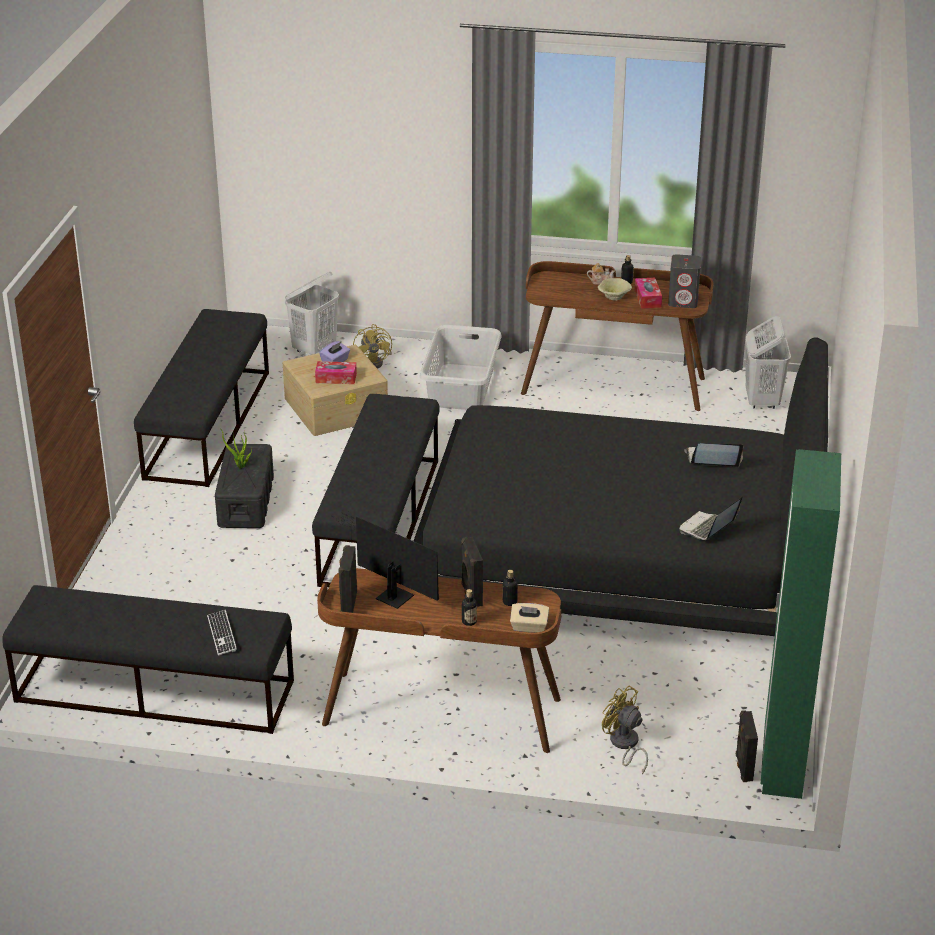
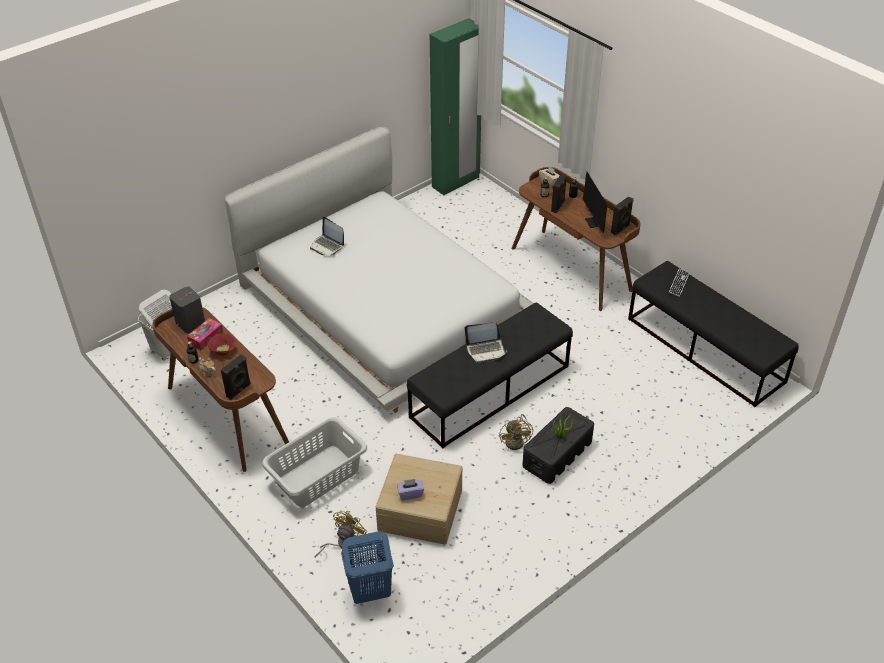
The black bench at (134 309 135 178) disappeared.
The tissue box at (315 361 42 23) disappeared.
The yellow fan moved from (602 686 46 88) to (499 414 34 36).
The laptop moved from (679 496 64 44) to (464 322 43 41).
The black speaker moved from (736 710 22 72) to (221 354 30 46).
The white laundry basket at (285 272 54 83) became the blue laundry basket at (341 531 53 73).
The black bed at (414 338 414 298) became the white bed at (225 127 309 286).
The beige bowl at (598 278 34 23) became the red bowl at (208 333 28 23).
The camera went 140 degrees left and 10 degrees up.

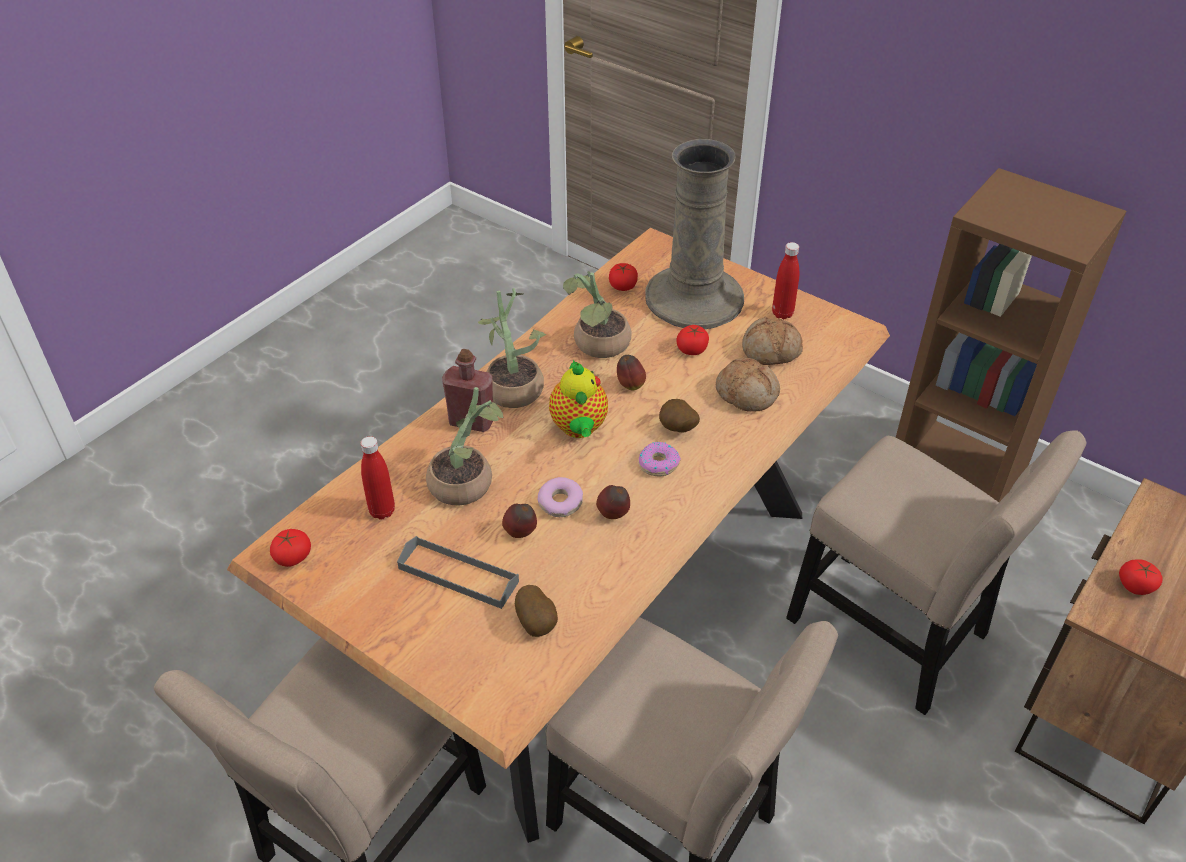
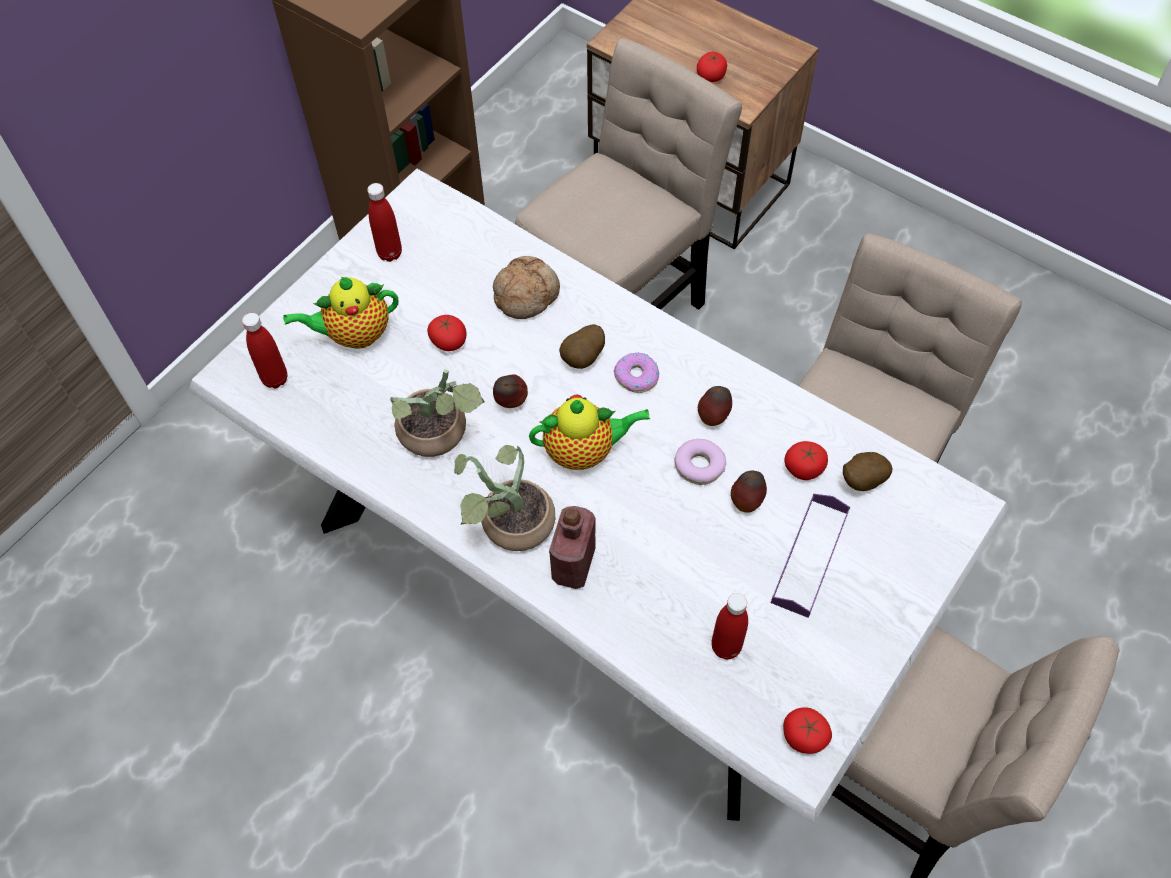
The potted plant at (426 387 78 118) disappeared.
The bread at (742 316 61 49) disappeared.
The red bottle at (242 313 46 75) appeared.
The tomato moved from (609 263 29 28) to (785 441 43 39).
The beige vase at (645 139 99 190) was replaced by the teapot at (283 277 115 72).
The brown dining table at (227 228 663 615) became the white dining table at (188 169 821 654).
The grey tray at (397 536 122 73) became the purple tray at (771 494 79 124).
The camera went 90 degrees left and 15 degrees up.

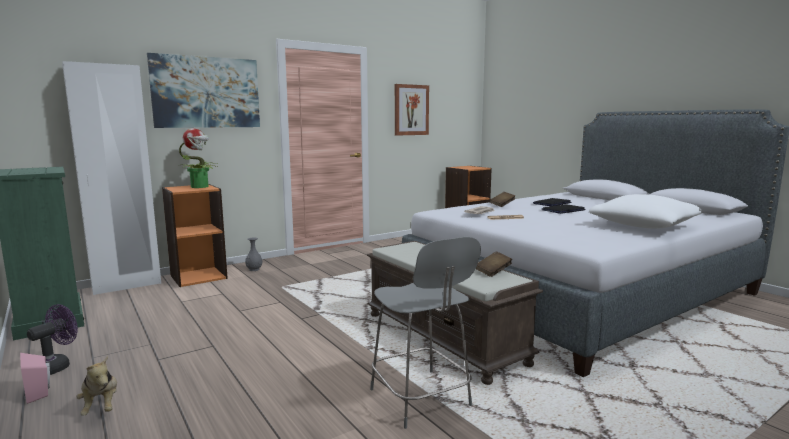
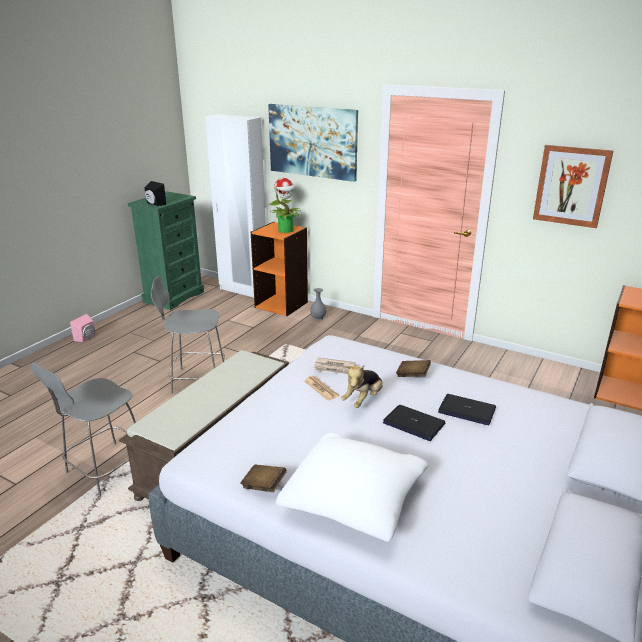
The purple fan at (27 304 51 71) disappeared.
The black speaker at (144 181 22 25) appeared.
The grey chair at (151 276 75 118) appeared.
The plush toy moved from (77 356 40 60) to (341 365 42 43).
The brown book moved from (476 251 36 26) to (240 465 47 27).
The camera went 65 degrees right and 15 degrees up.

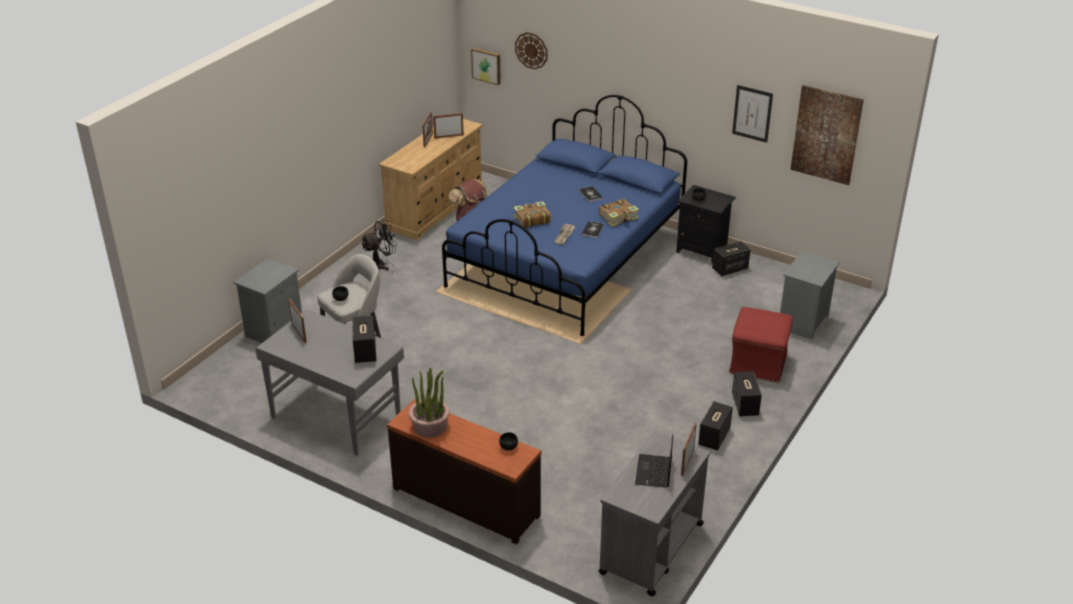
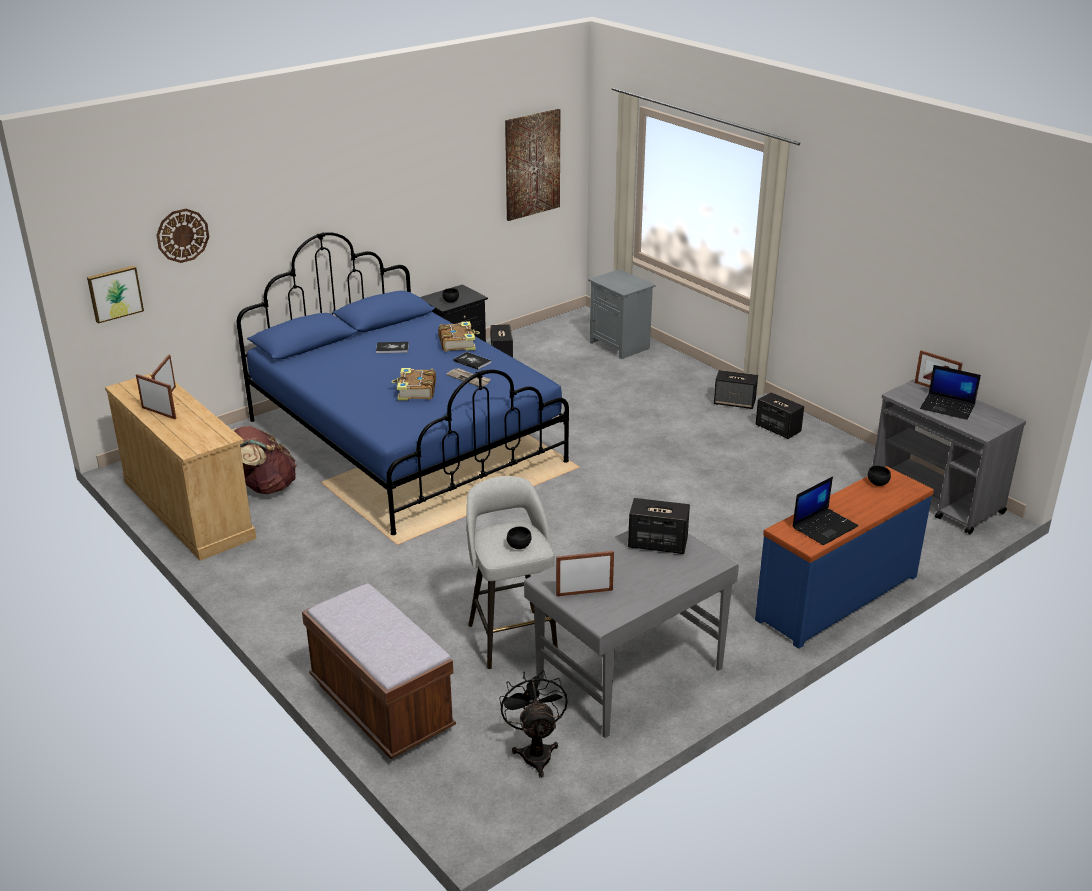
The red ottoman at (729 307 64 76) disappeared.
The picture at (732 85 41 58) disappeared.
The black fan moved from (362 220 35 51) to (499 670 69 108).
The grey nightstand at (233 258 69 85) was replaced by the brown bench at (302 583 154 176).
The potted plant at (409 368 41 69) was replaced by the laptop at (793 477 65 68).
The brown dresser at (387 399 154 145) became the blue dresser at (755 466 179 183).
The camera went 70 degrees left and 5 degrees down.

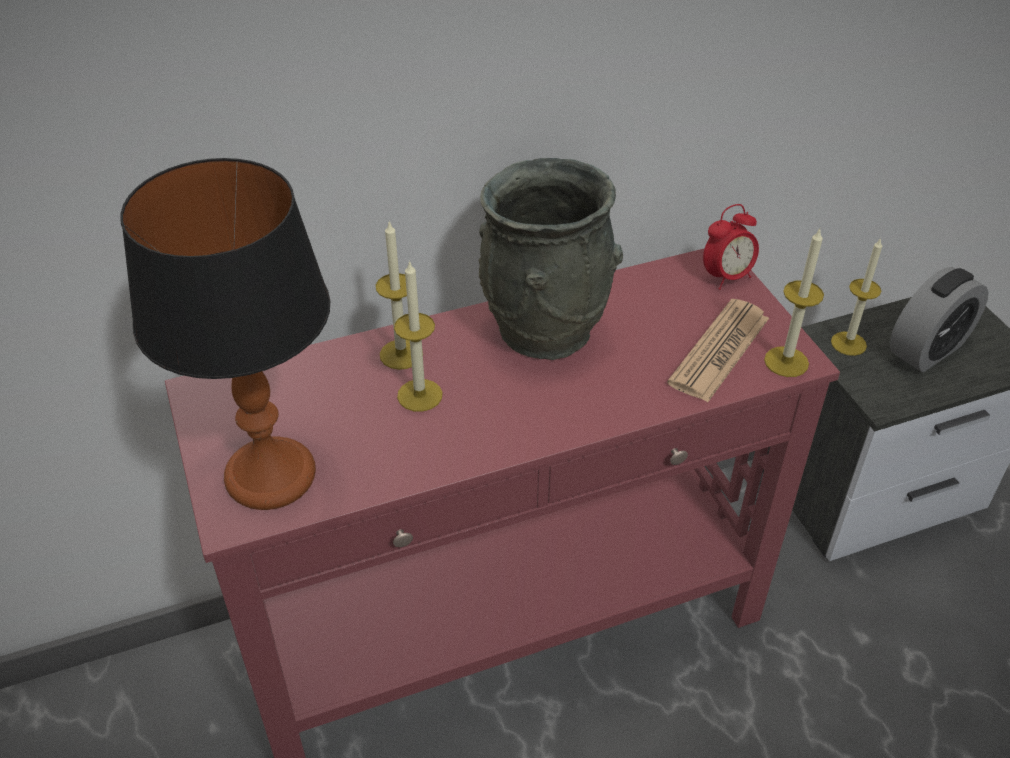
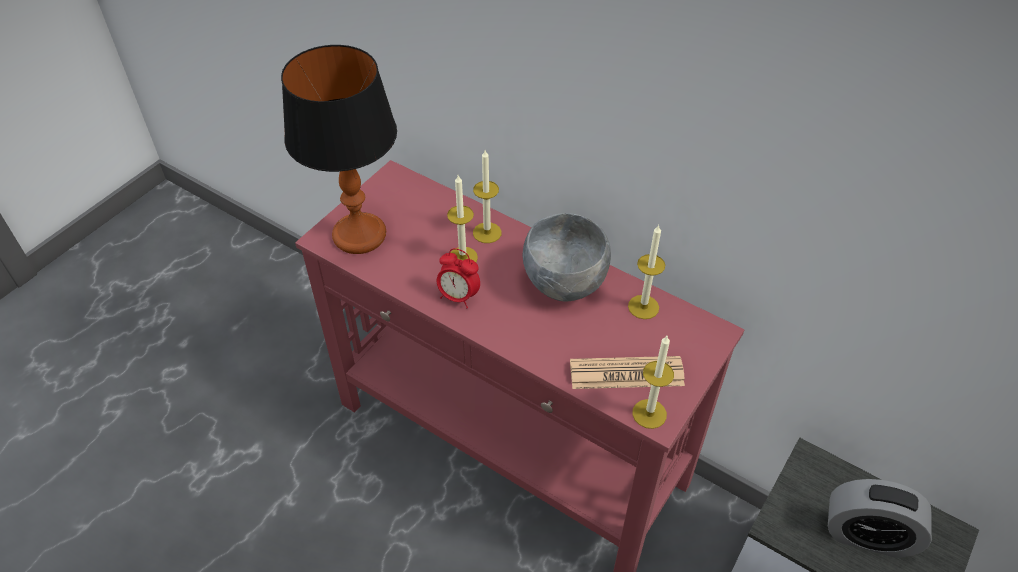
The alarm clock moved from (703 204 56 86) to (437 248 43 60).
The candle moved from (831 238 51 118) to (628 225 37 94).
The grey vase at (478 158 145 202) was replaced by the grey bowl at (523 213 88 88).
The camera went 55 degrees right and 5 degrees up.

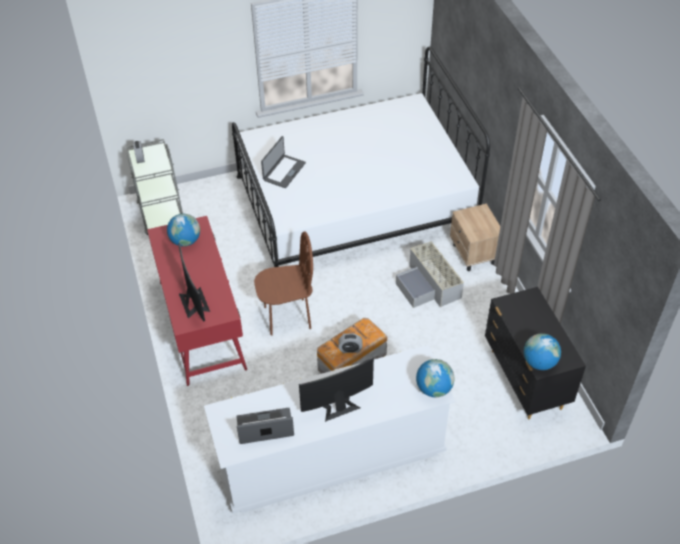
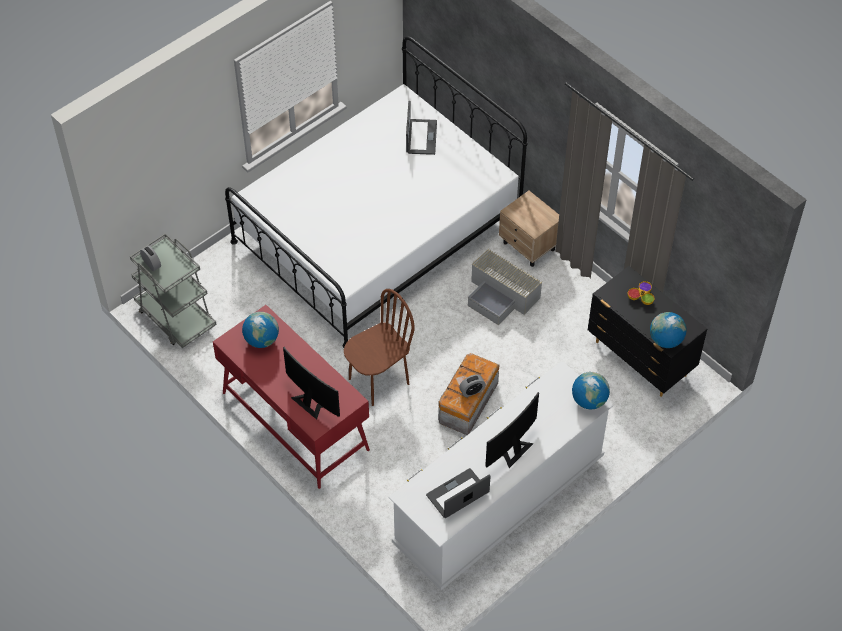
The bowl at (628 281 26 24) appeared.
The laptop moved from (261 136 45 52) to (406 101 31 54).
The camera went 25 degrees left and 5 degrees up.

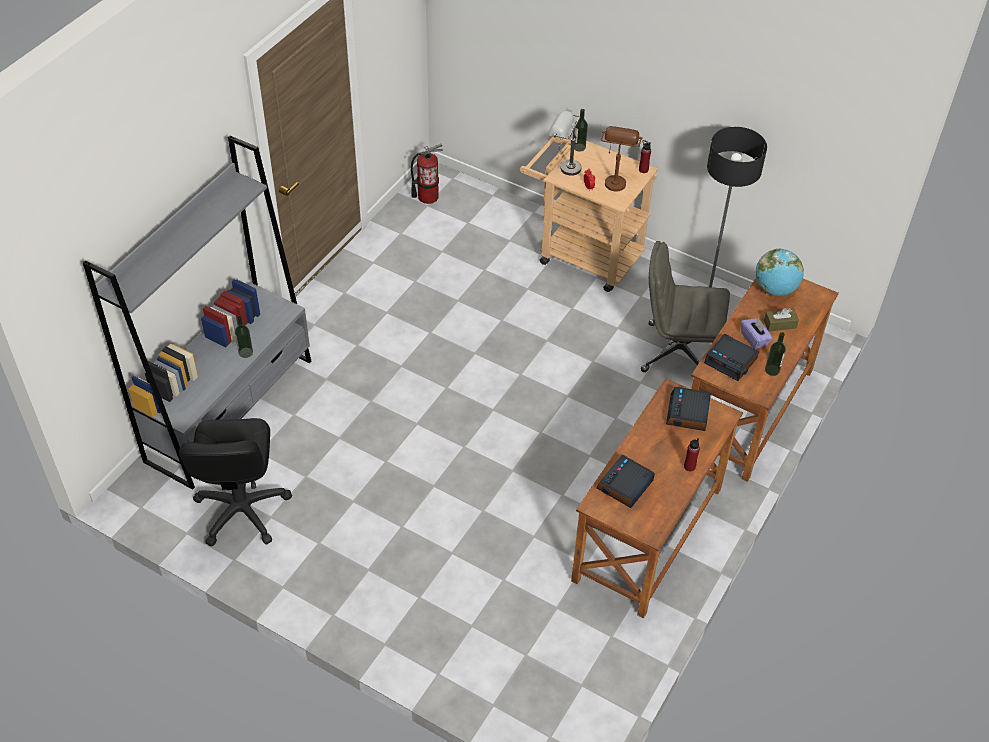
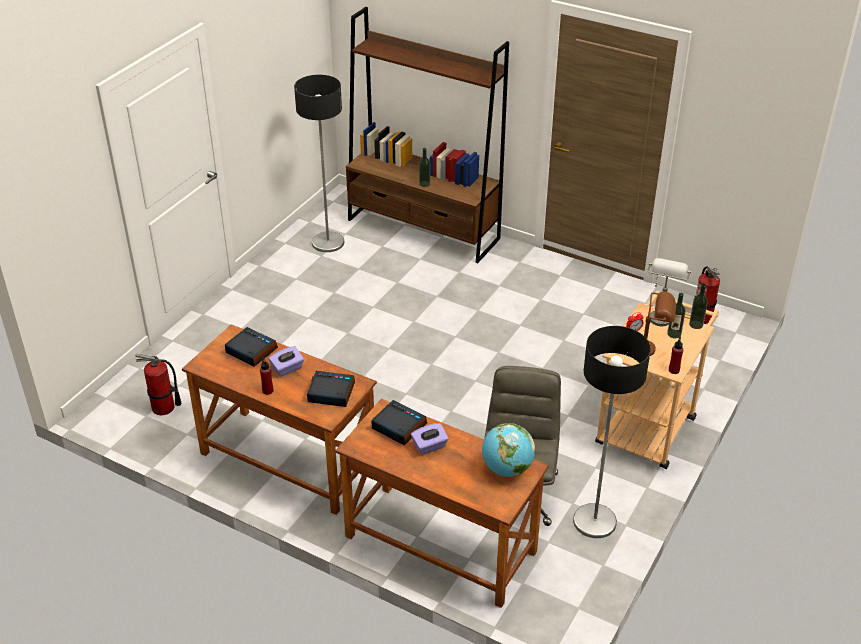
The brown tissue box at (764 308 35 23) disappeared.
The fire extinguisher at (136 354 46 61) appeared.
The purple tissue box at (269 346 35 31) appeared.
The bottle moved from (765 332 21 44) to (667 293 19 45).
The black office chair at (179 418 113 128) was replaced by the floor lamp at (294 75 50 177).
The grey bookcase at (83 136 229 354) became the brown bookcase at (346 7 163 256).
The alarm clock at (704 334 55 47) turned 90 degrees clockwise.
The camera went 90 degrees right and 10 degrees down.

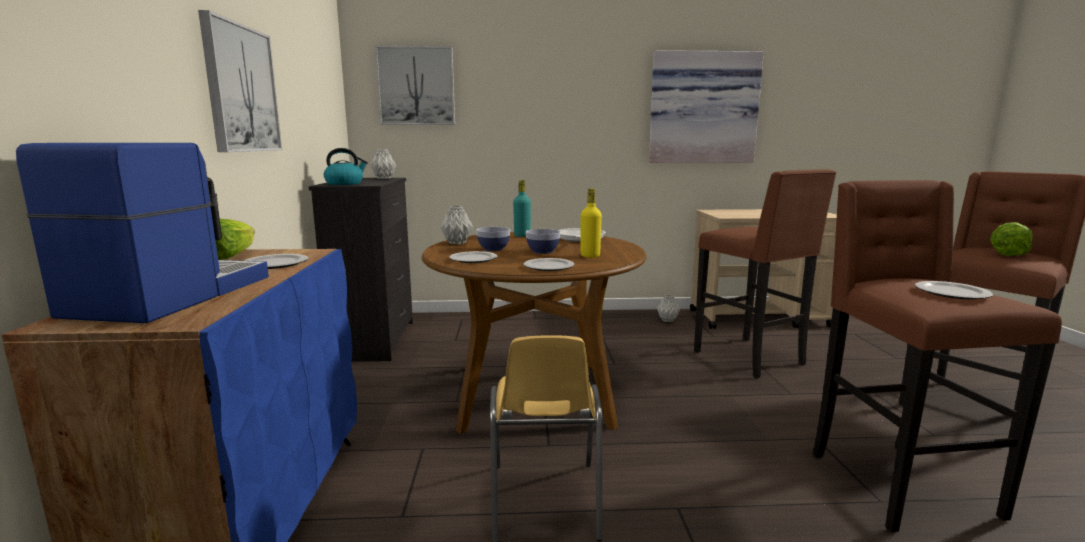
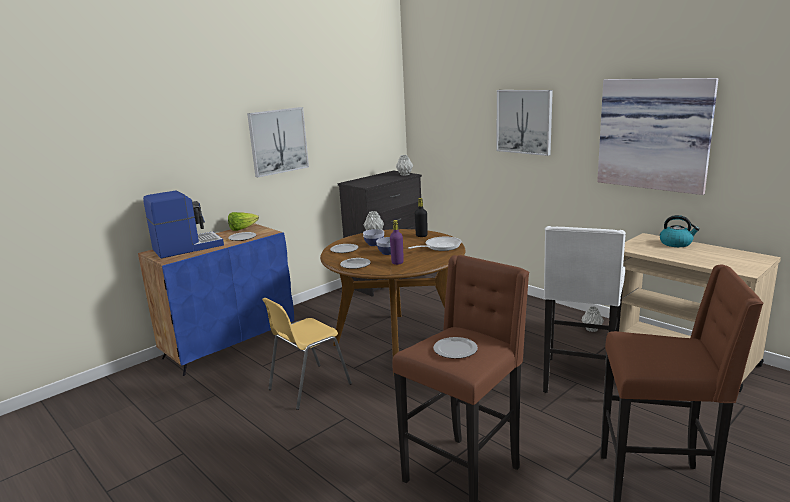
The lettuce at (990 222 43 34) disappeared.
The kettle moved from (324 148 44 37) to (660 215 40 32).
The picture moved from (375 46 80 79) to (497 90 56 66).
The turquoise bottle at (513 180 18 57) became the black bottle at (415 198 13 39).
The yellow bottle at (581 188 21 70) became the purple bottle at (390 220 14 45).
The brown stool at (694 169 143 210) became the white stool at (543 226 83 167).
The camera went 50 degrees right and 5 degrees up.

